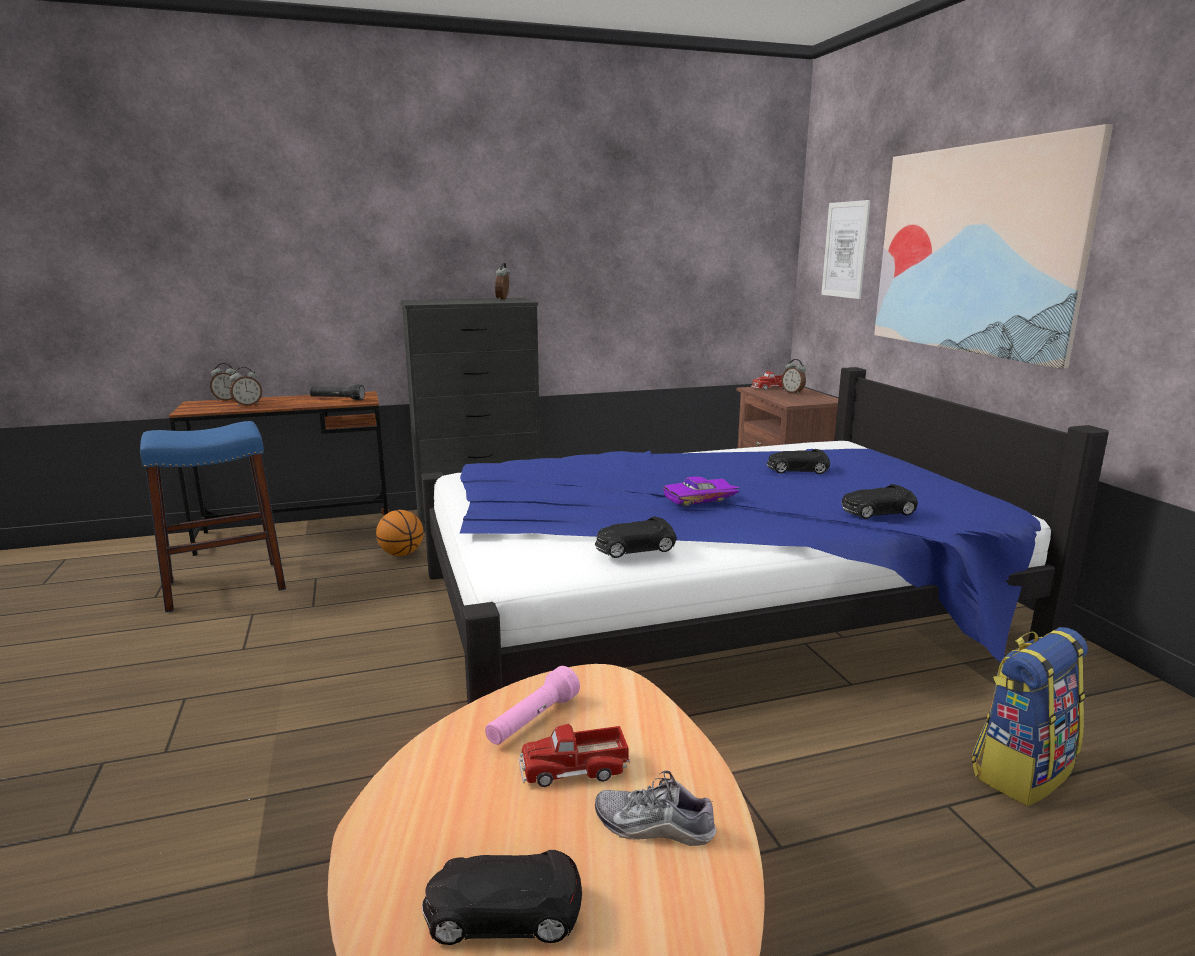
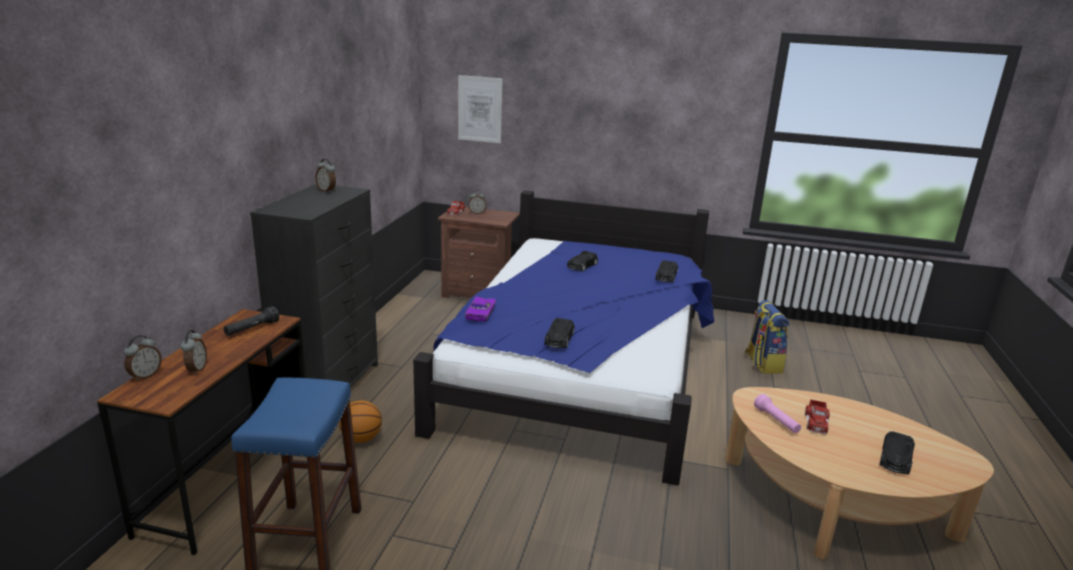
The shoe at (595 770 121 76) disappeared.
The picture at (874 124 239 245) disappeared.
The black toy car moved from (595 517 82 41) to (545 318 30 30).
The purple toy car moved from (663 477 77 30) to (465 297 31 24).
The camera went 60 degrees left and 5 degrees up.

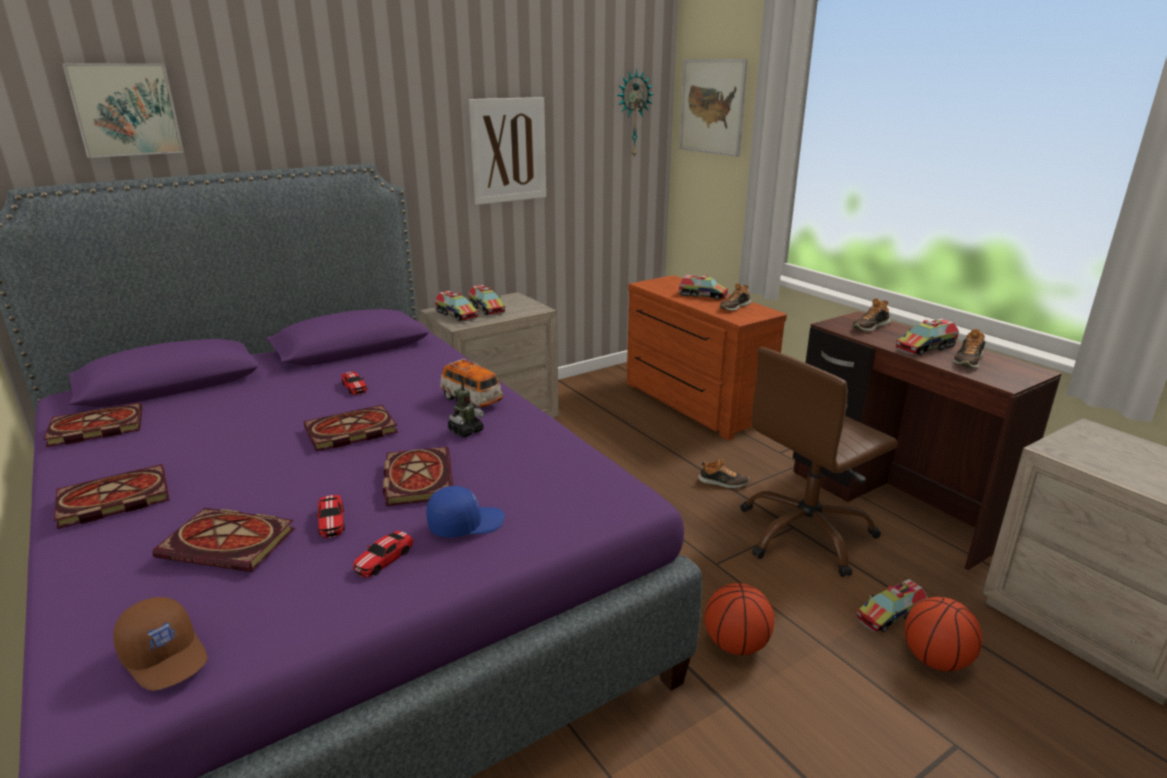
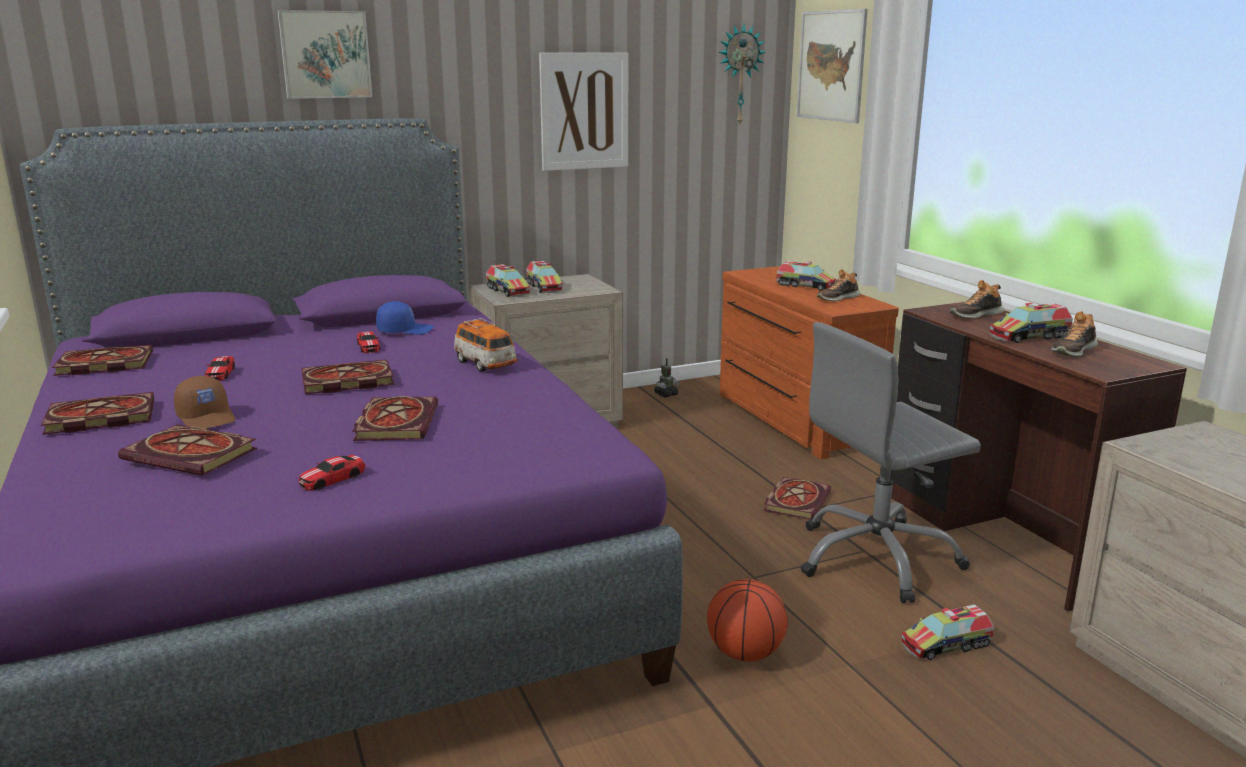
The basketball at (905 597 77 74) disappeared.
The picture moved from (62 63 122 95) to (277 10 95 89).
The brown cap moved from (113 597 94 94) to (174 376 61 52).
The toy car moved from (316 495 29 43) to (205 356 30 25).
The blue cap moved from (426 486 79 52) to (376 301 58 34).
The toy robot moved from (448 379 36 58) to (654 358 26 39).
The shoe at (698 459 52 29) was replaced by the book at (764 477 67 43).
The brown office chair at (740 347 158 230) became the grey office chair at (801 322 180 281).
The camera went 10 degrees right and 5 degrees down.

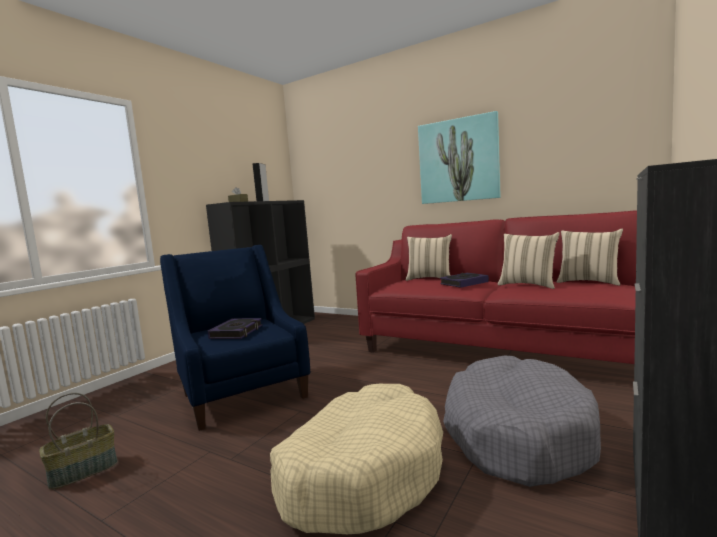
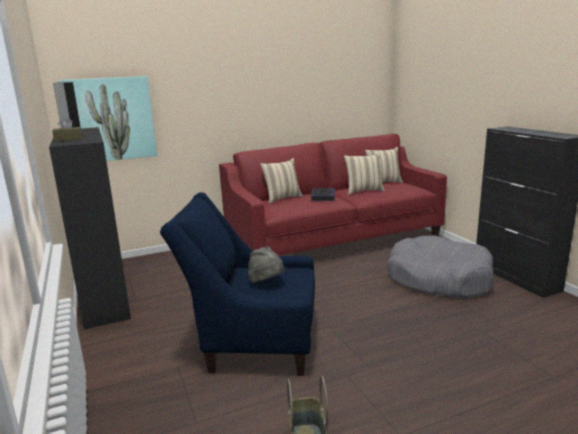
The beige dog bed at (270 384 173 150) disappeared.
The picture moved from (418 111 83 93) to (60 76 97 85).
The book at (208 318 54 21) was replaced by the grey hat at (248 246 37 37).
The camera went 55 degrees left and 10 degrees up.

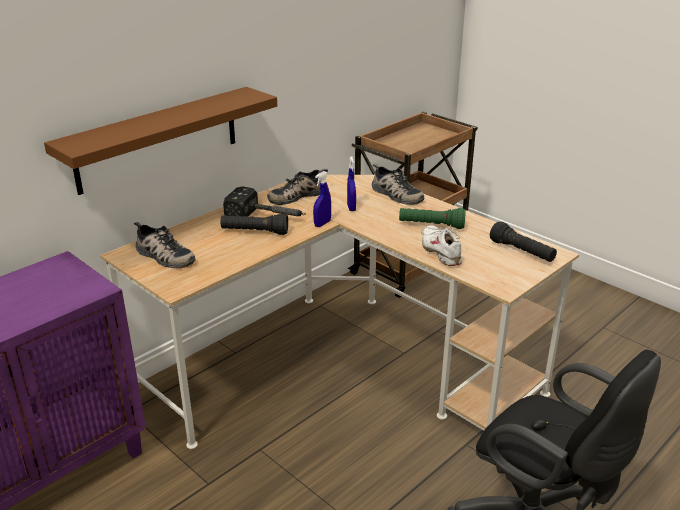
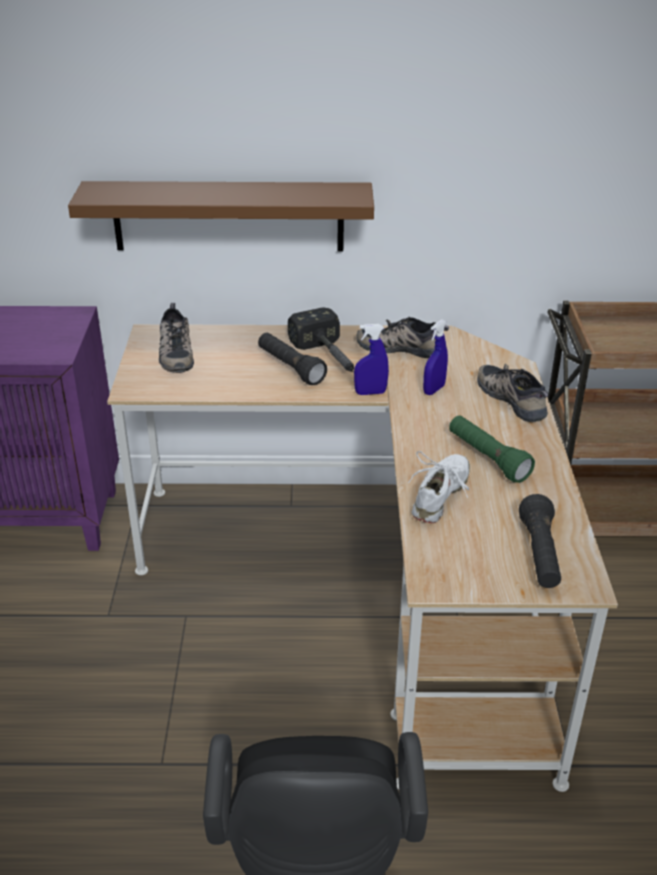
The shoe at (372 164 52 41) turned 150 degrees clockwise.
The camera went 45 degrees right and 5 degrees up.

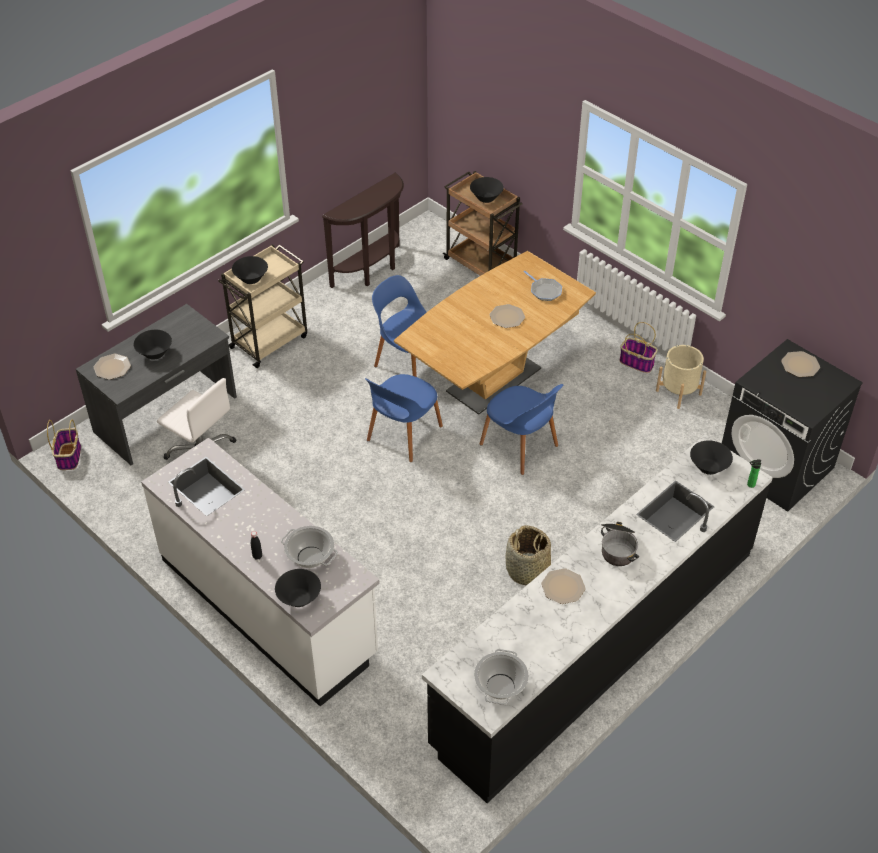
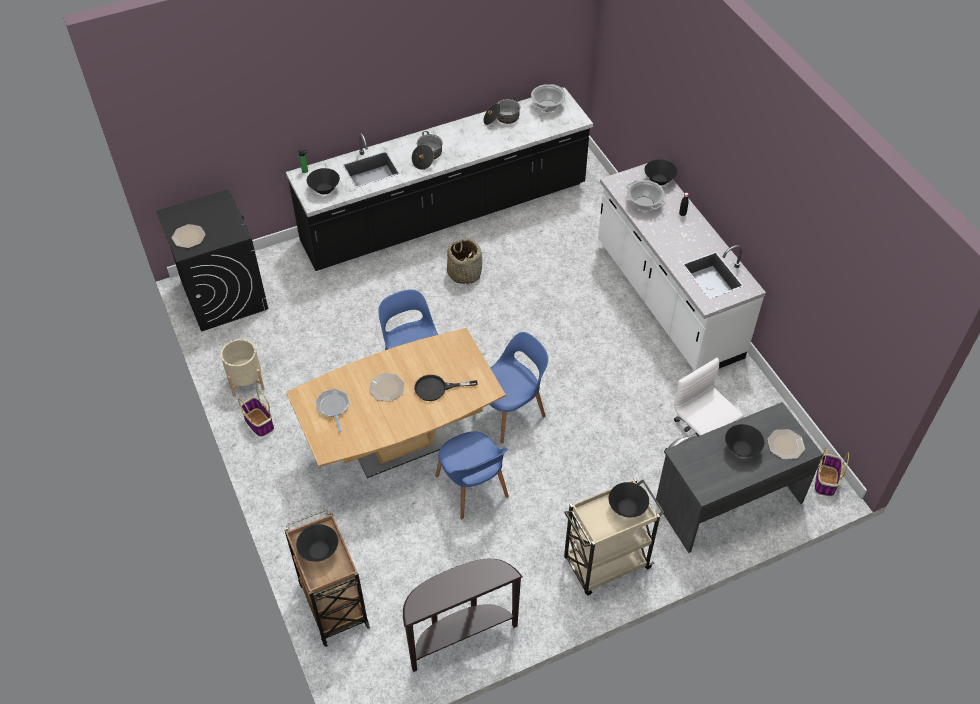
The plate at (541 568 45 36) disappeared.
The black frying pan at (414 375 64 26) appeared.
The cooking pot at (483 97 37 28) appeared.
The camera went 160 degrees left and 5 degrees up.

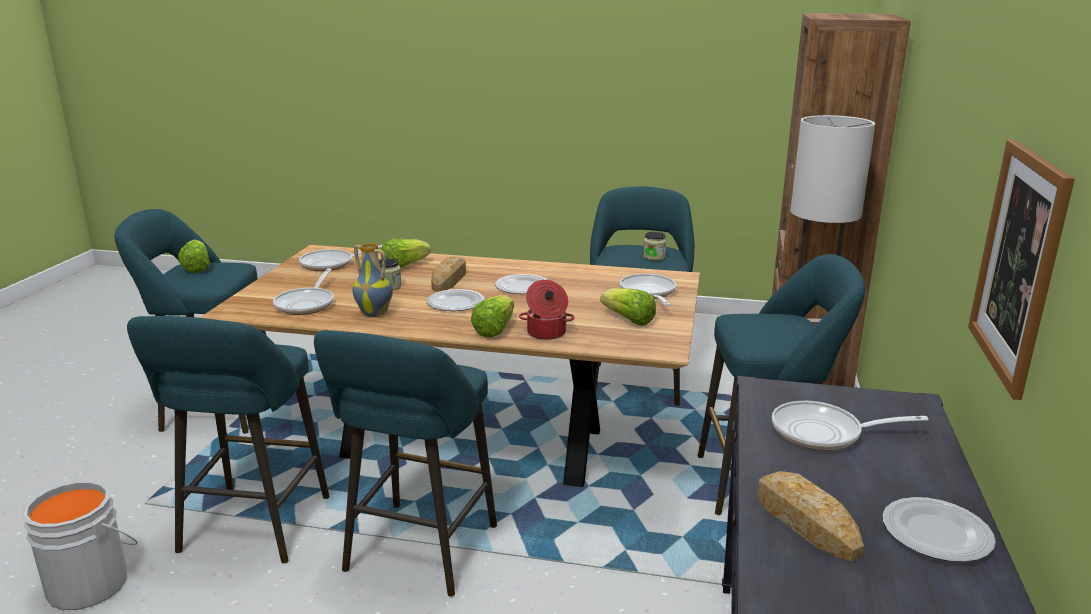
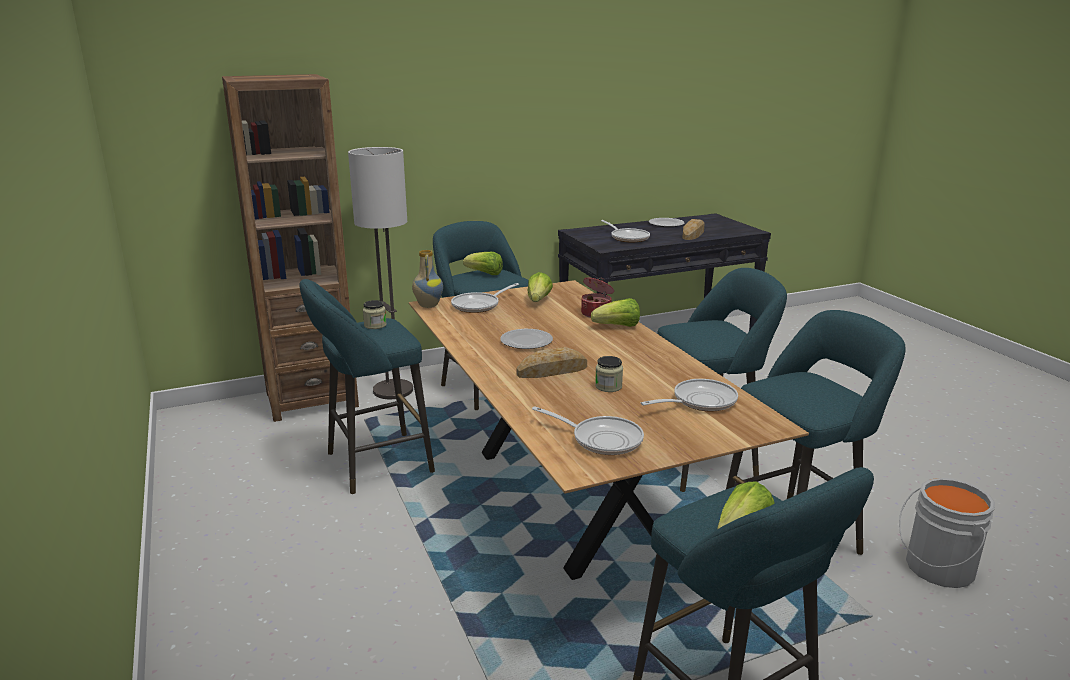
The plate at (426 289 59 22) disappeared.
The picture at (968 139 107 261) disappeared.
The vase moved from (353 243 40 74) to (412 250 31 58).
The lettuce moved from (381 239 50 29) to (463 252 40 23).
The camera went 125 degrees left and 0 degrees up.

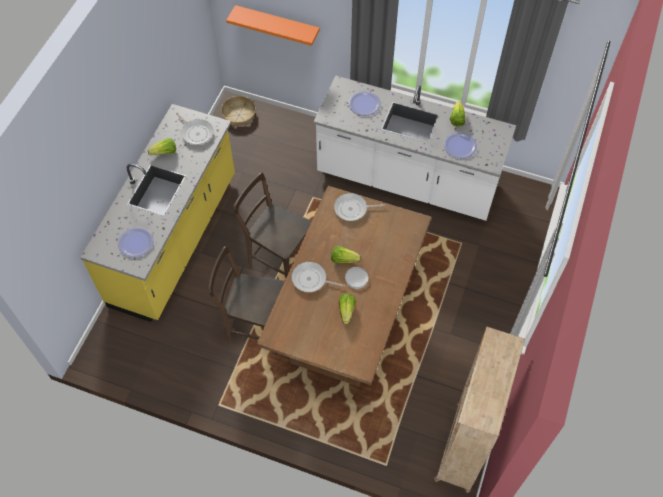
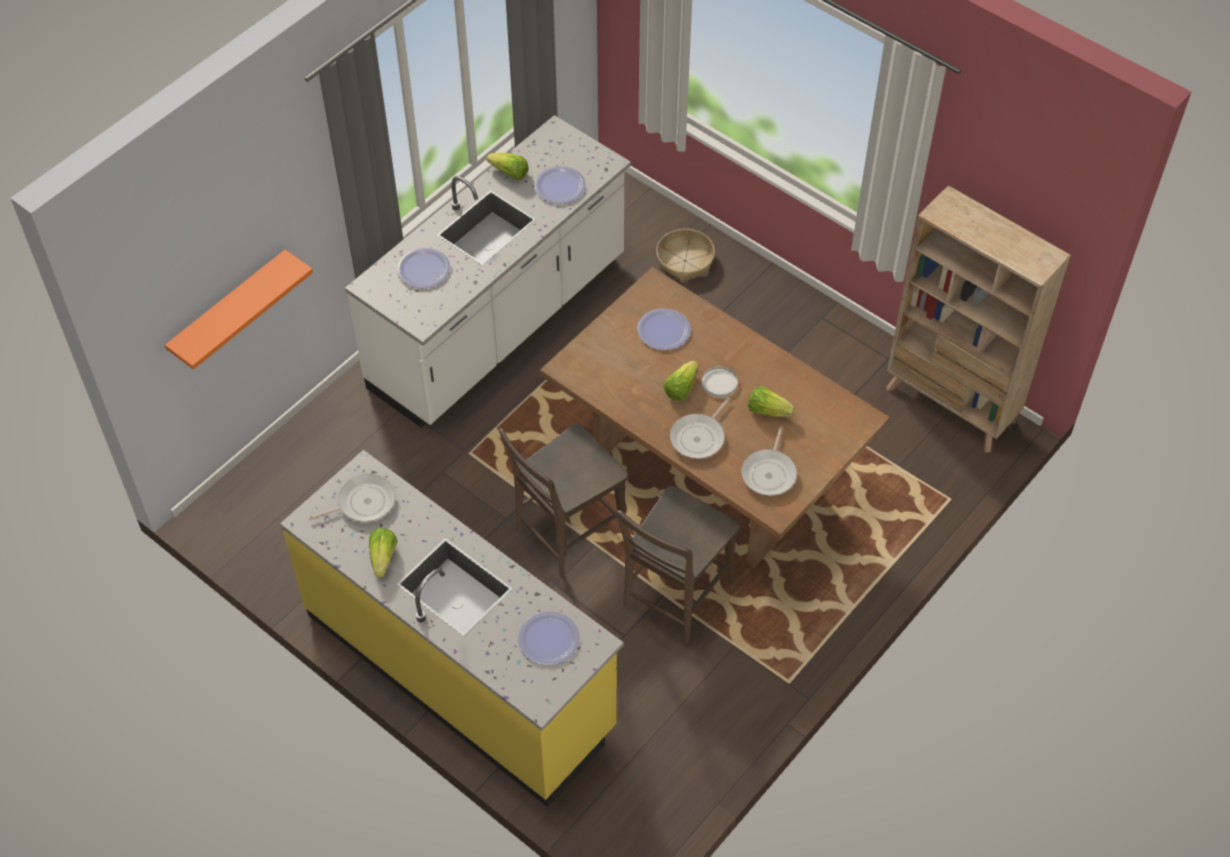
The plate at (637 308 54 42) appeared.
The basket moved from (221 96 35 31) to (656 229 59 52).
The frying pan moved from (334 193 51 28) to (741 426 56 70).
The camera went 70 degrees left and 5 degrees down.

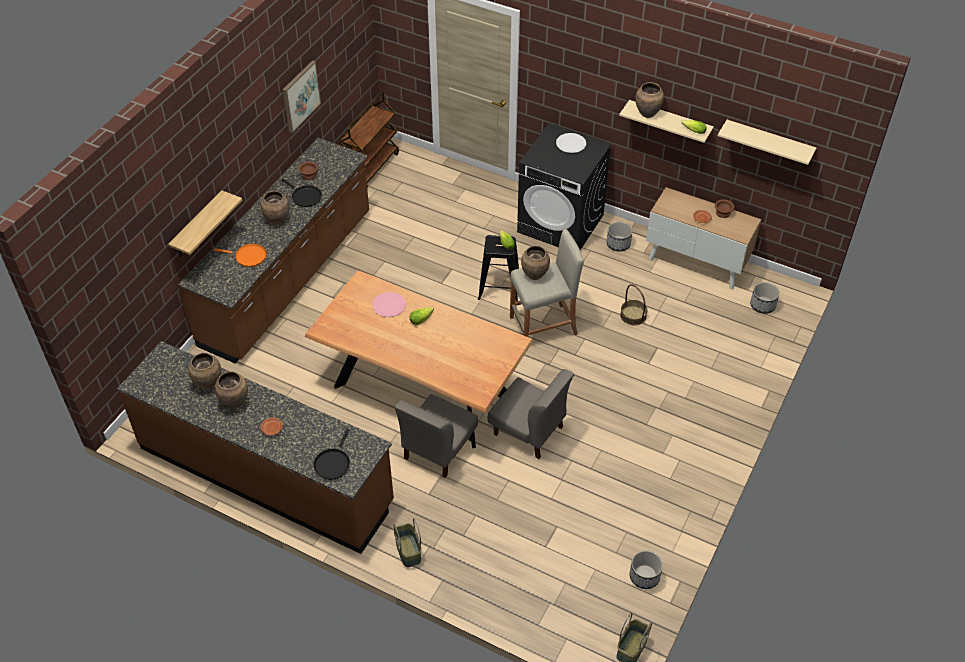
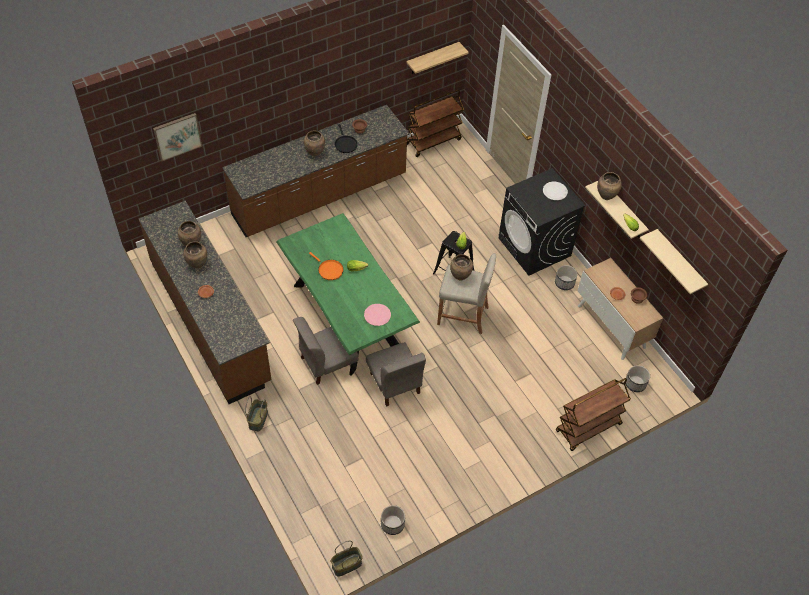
The black frying pan at (313 429 37 51) disappeared.
The basket at (620 284 28 41) disappeared.
The brown cart at (556 378 75 73) appeared.
The shelf moved from (169 190 73 67) to (406 42 63 32).
The orange frying pan moved from (214 243 53 24) to (309 252 34 28).
The picture moved from (283 60 38 73) to (153 113 49 48).
The pink plate moved from (372 292 34 25) to (364 304 27 22).
The brown dining table at (304 270 230 178) became the green dining table at (277 213 143 163).
The camera went 30 degrees right and 5 degrees up.

